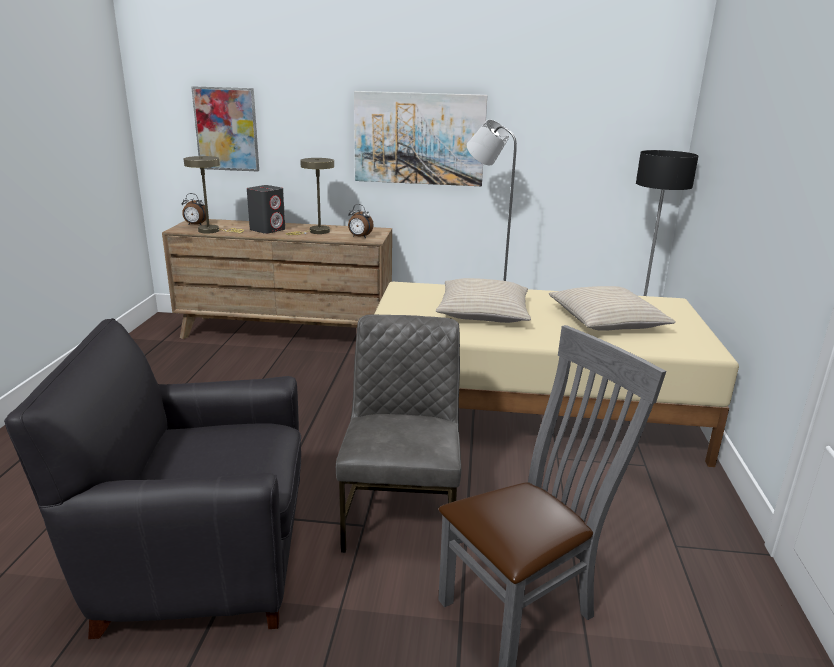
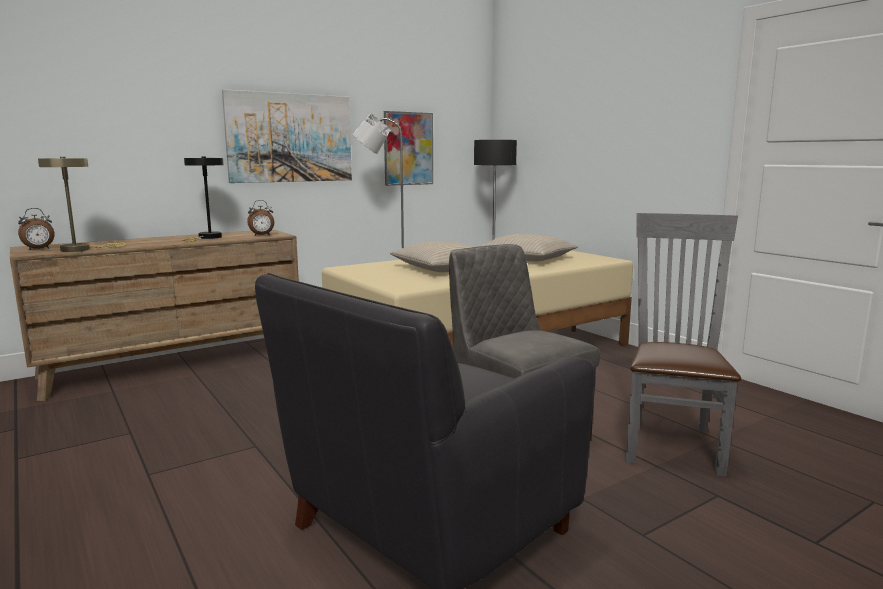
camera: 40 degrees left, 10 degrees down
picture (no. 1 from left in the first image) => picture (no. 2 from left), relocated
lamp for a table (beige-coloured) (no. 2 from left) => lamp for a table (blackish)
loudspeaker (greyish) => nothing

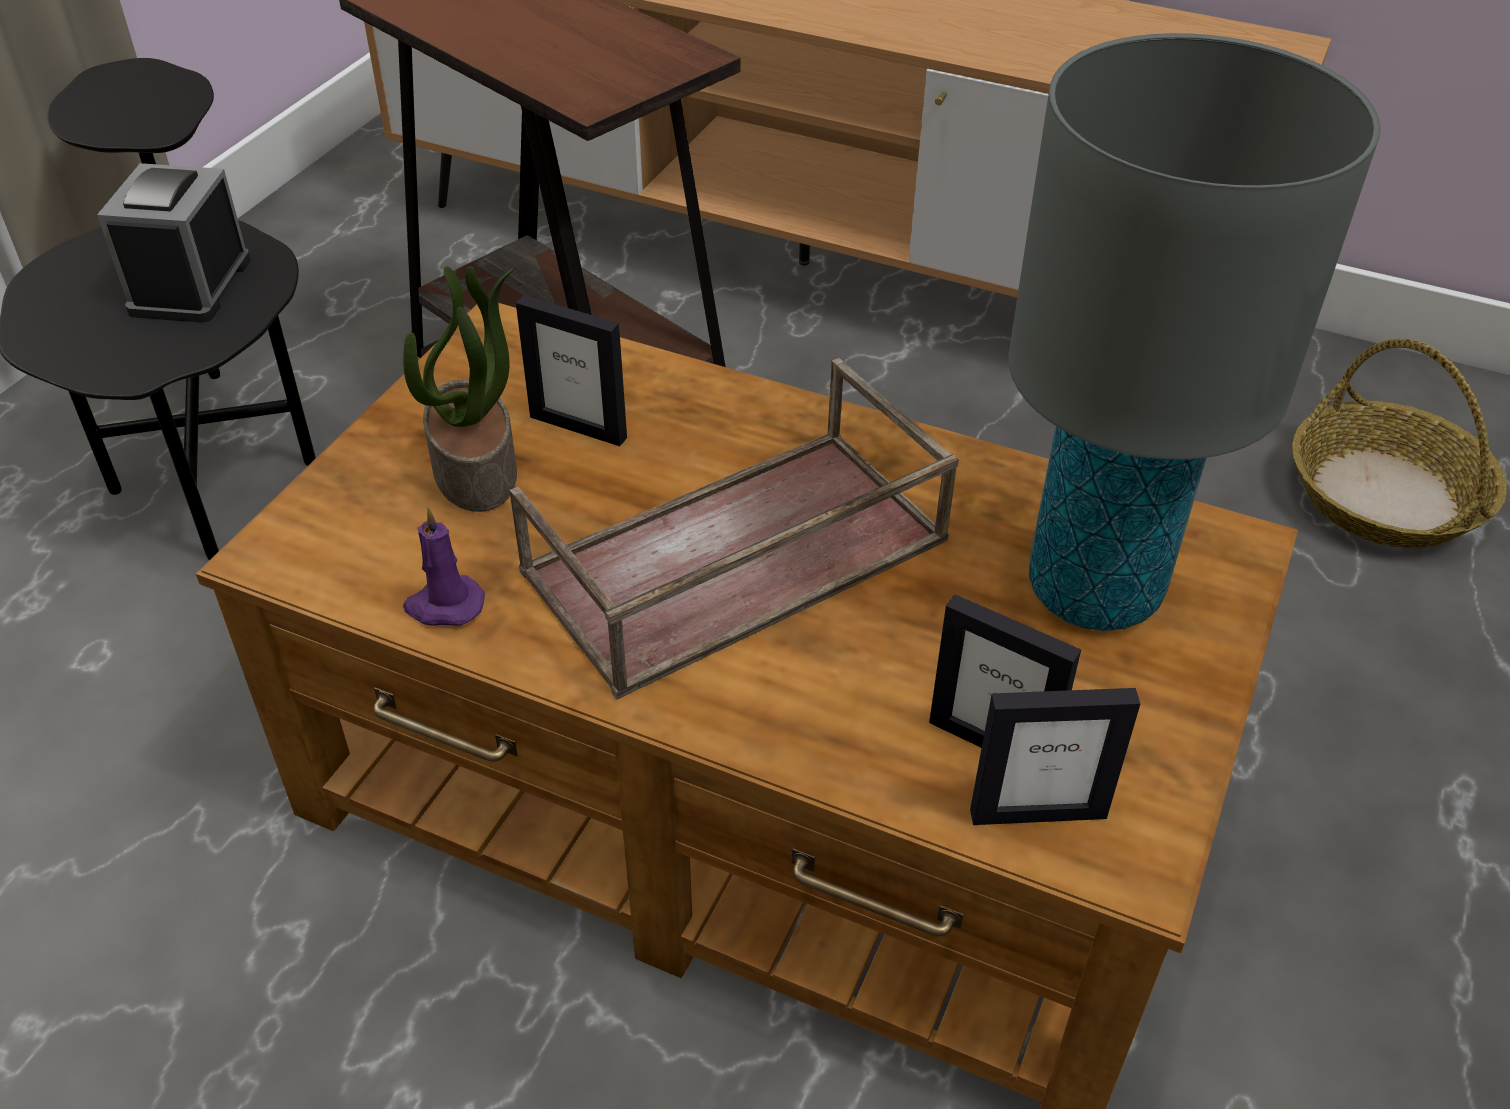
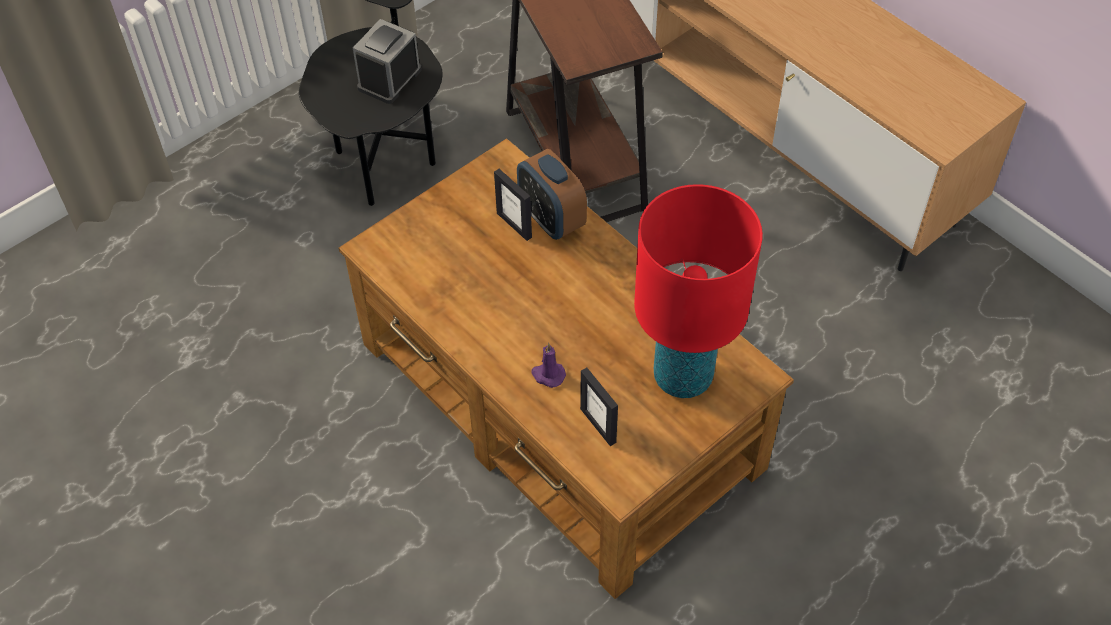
camera: 25 degrees right, 10 degrees up
lamp for a table (greyish) => lamp for a table (red-coloured)
houseplant => nothing
basket => nothing
tray (brown-coloured) => nothing
candle (purplish), relocated
picture frame (no. 3 from left) => nothing
nothing => bedside clock (no. 2 from left)

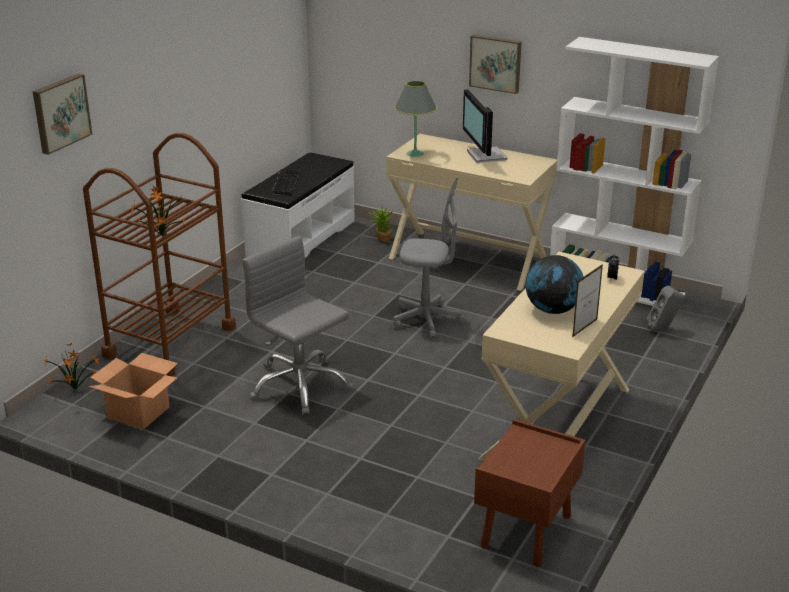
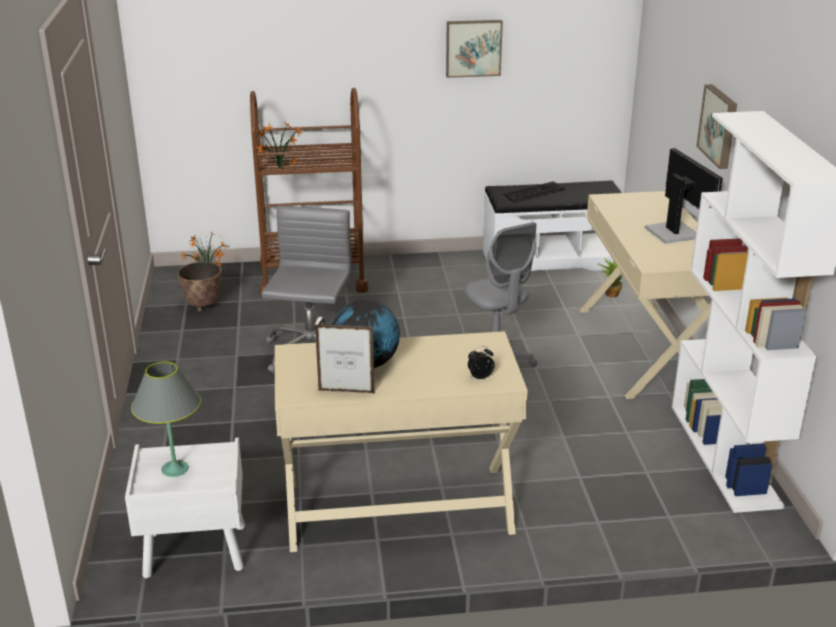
camera: 55 degrees right, 0 degrees up
picture (no. 1 from left), relocated
lamp for a table (greyish), relocated
computer screen, 120 degrees clockwise
loudspeaker (greyish) => nothing
packing box => flower pot
nightstand (brown-coloured) => nightstand (white-coloured)

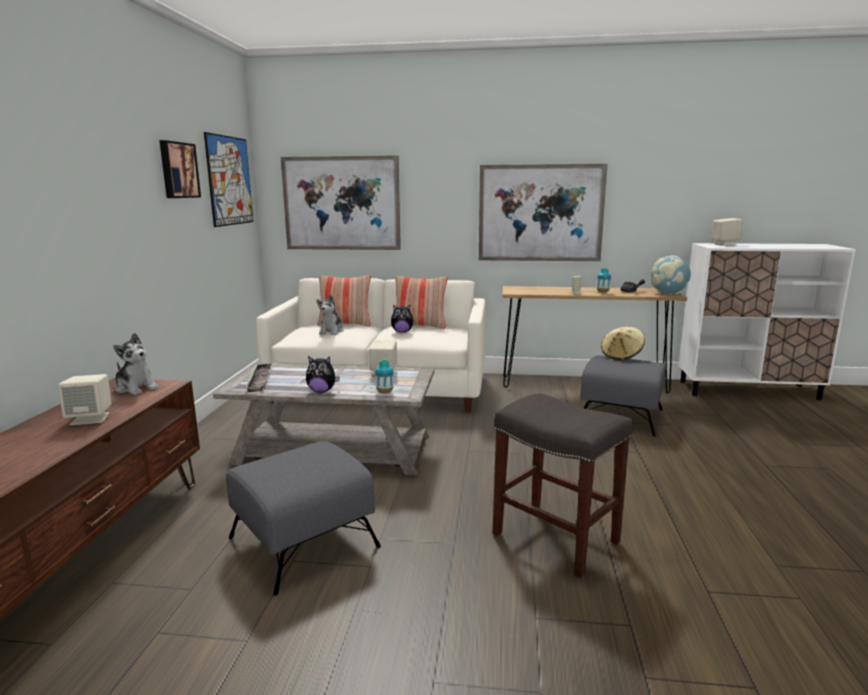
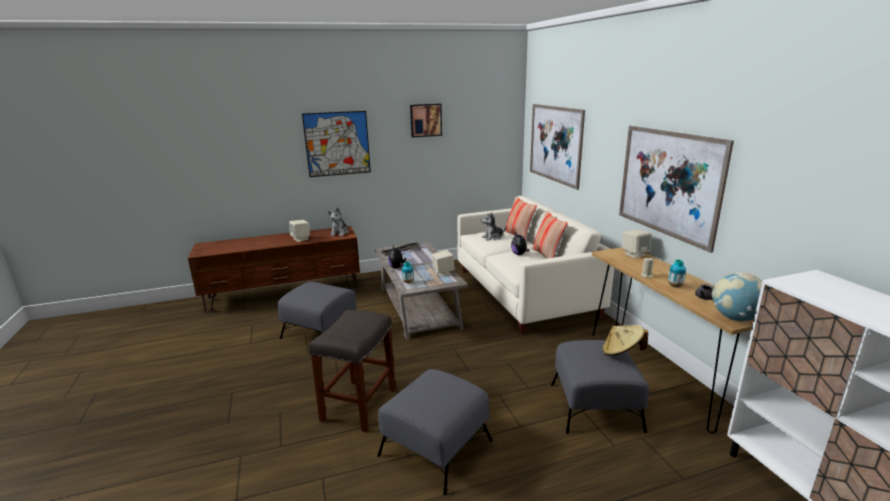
camera: 65 degrees right, 5 degrees up
picture (no. 2 from left in the first image) => picture (no. 1 from left), relocated
loudspeaker (beige-coloured) (no. 3 from left), relocated
nothing => ottoman (greyish) (no. 2 from left)

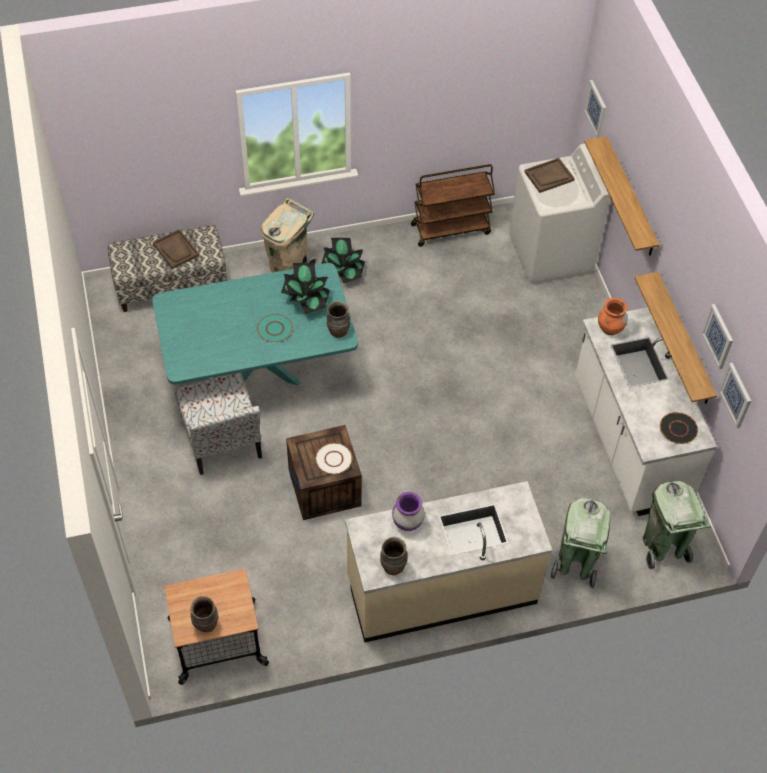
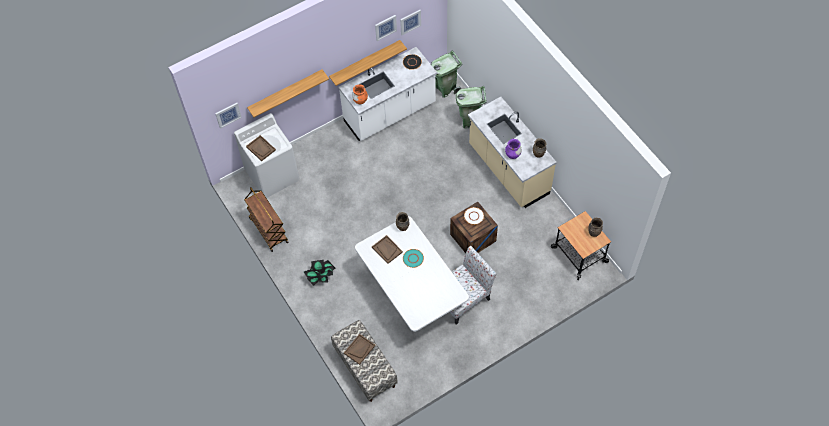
camera: 105 degrees left, 5 degrees up
trash can (beige-coloured) => nothing
dining table (turquoise-coloured) => dining table (white-coloured)
houseplant (no. 1 from left) => tray (brown-coloured) (no. 3 from left)

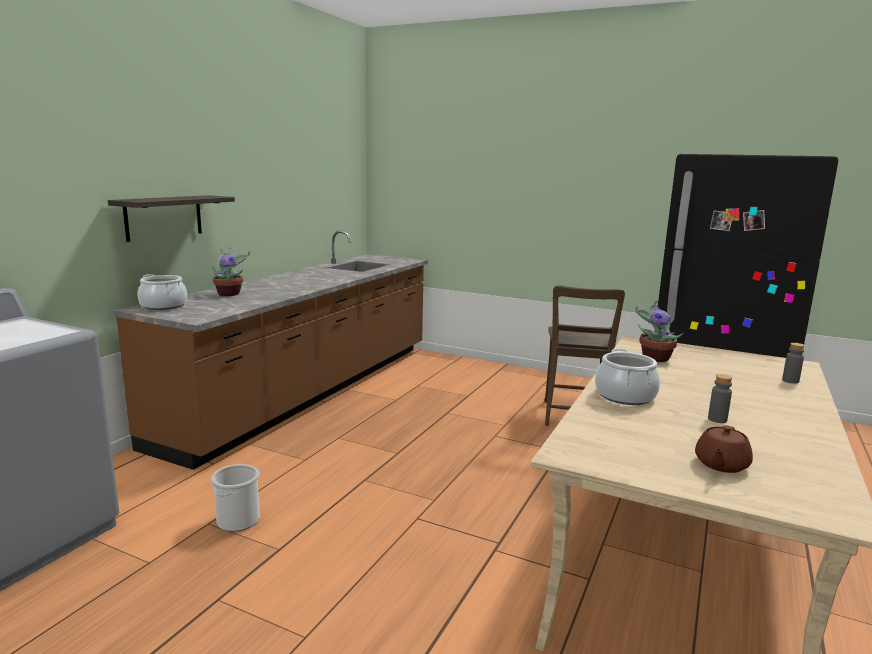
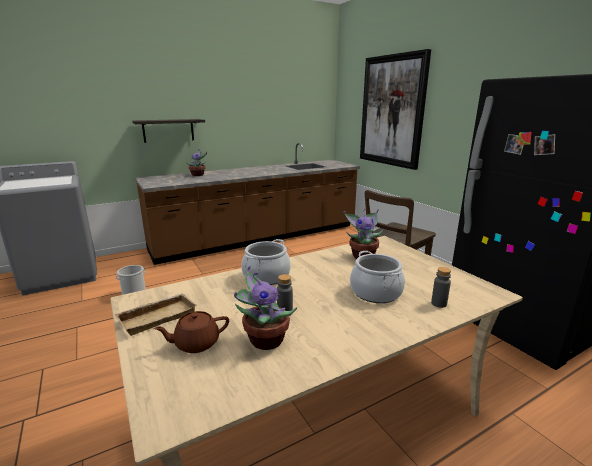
camera: 35 degrees right, 5 degrees up
stockpot (no. 1 from left in the first image) => stockpot (no. 2 from left), relocated
nothing => picture
nothing => houseplant (no. 2 from left)
nothing => tray (beige-coloured)

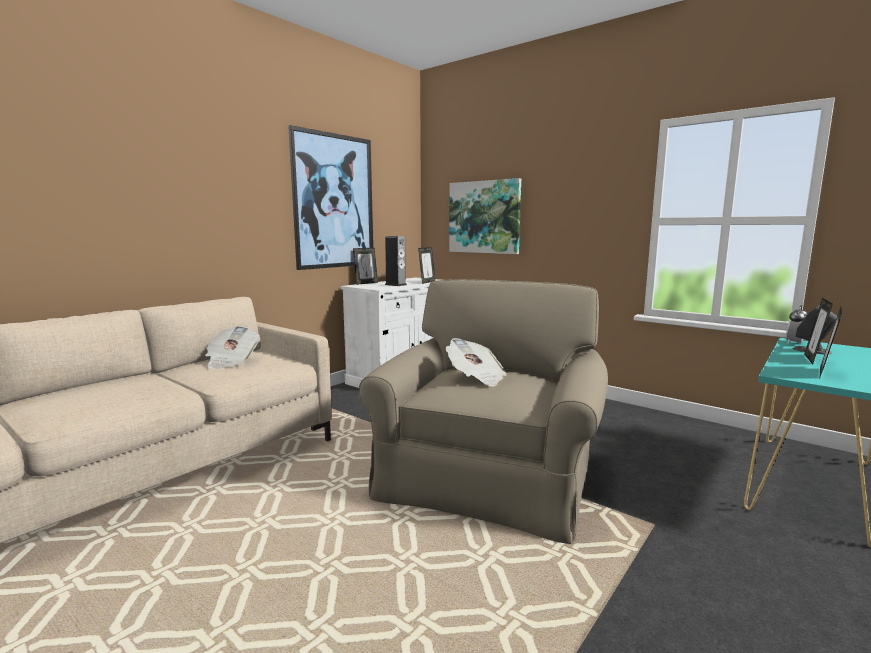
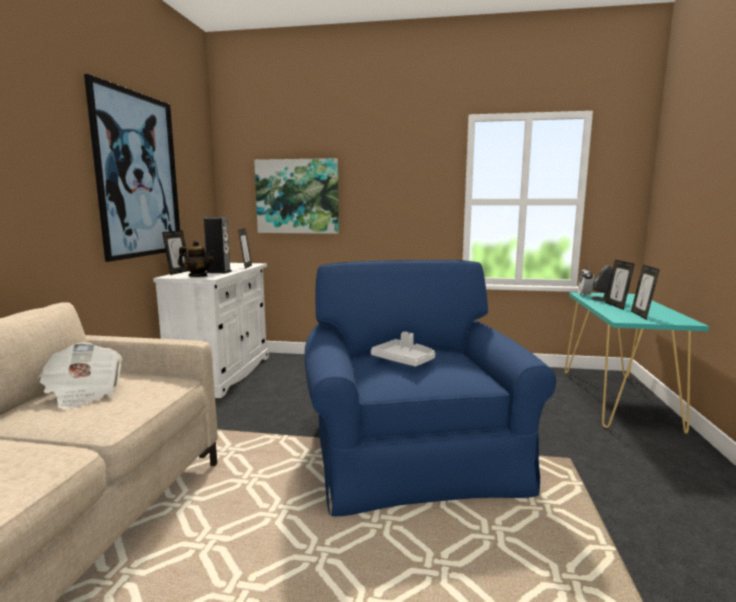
camera: 30 degrees left, 0 degrees up
armchair (beige-coloured) => armchair (blue)
printed paper (no. 2 from left) => tray (white-coloured)
nothing => pot for tea

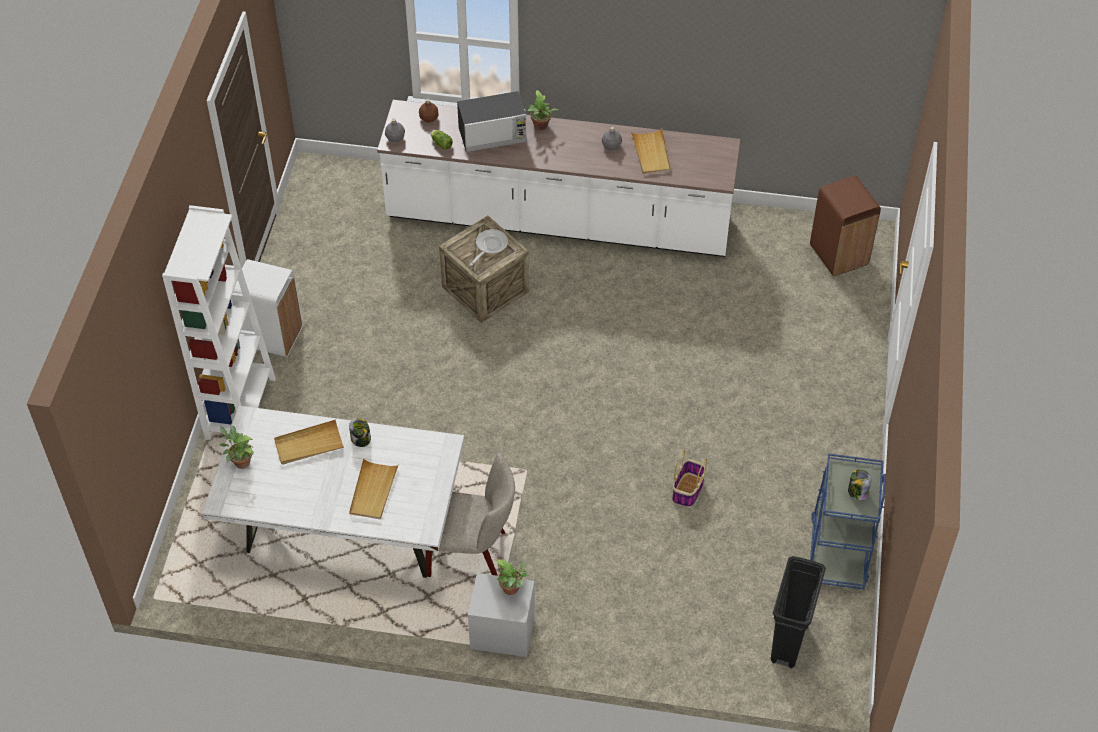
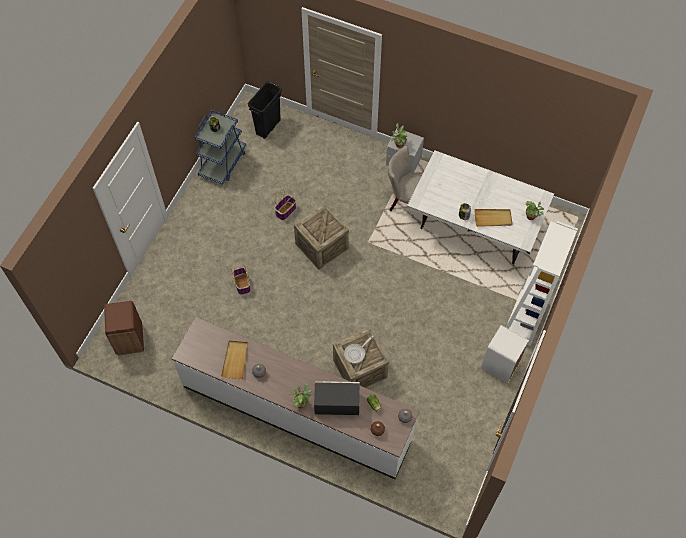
camera: 165 degrees left, 10 degrees up
tray (beige-coloured) (no. 2 from left) => nothing
nothing => packing crate (no. 1 from left)
nothing => basket (no. 1 from left)

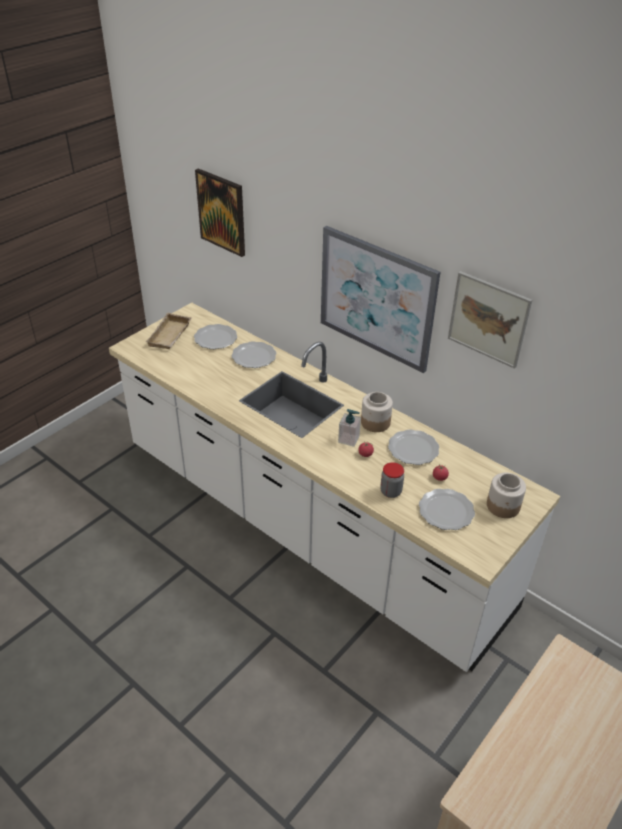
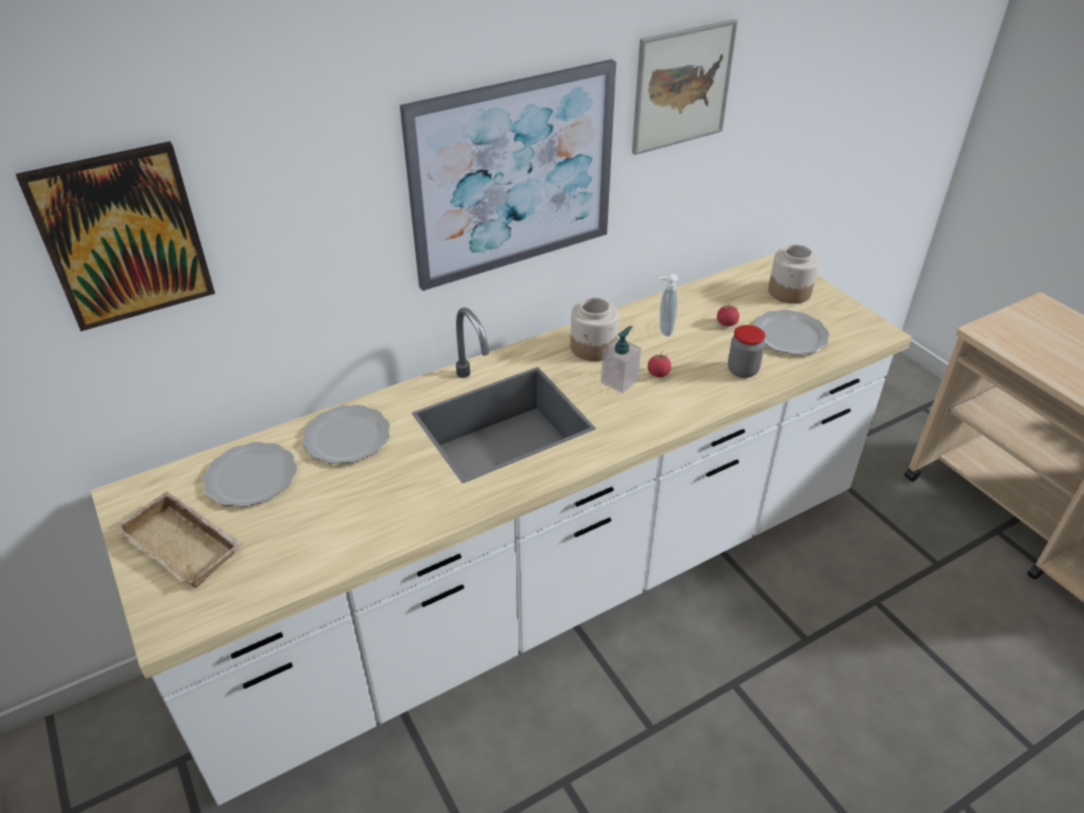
camera: 70 degrees left, 0 degrees up
plate (no. 3 from left) => soap bottle (no. 2 from left)

